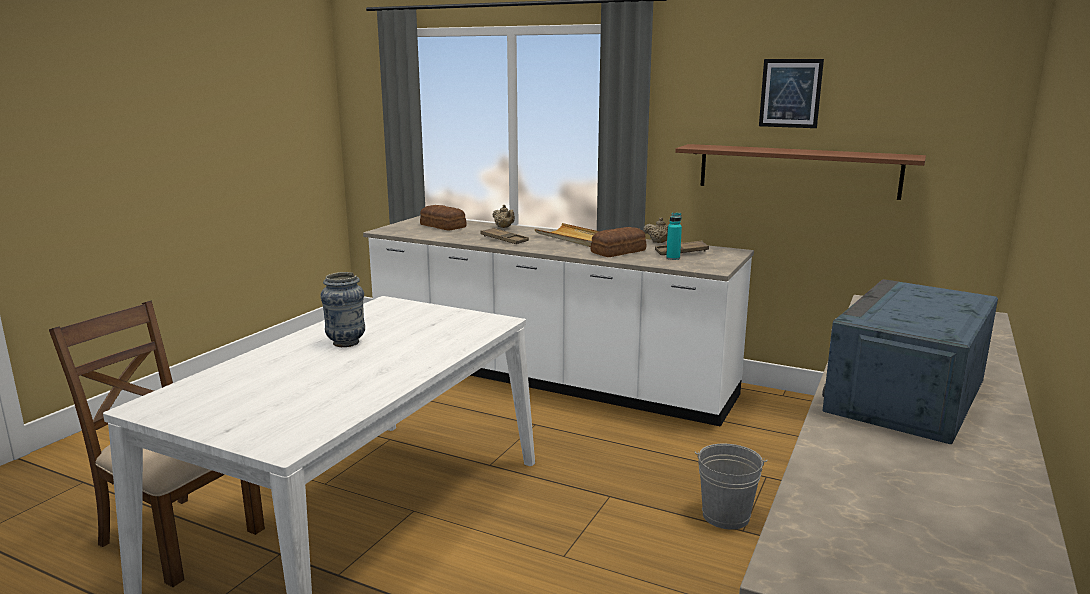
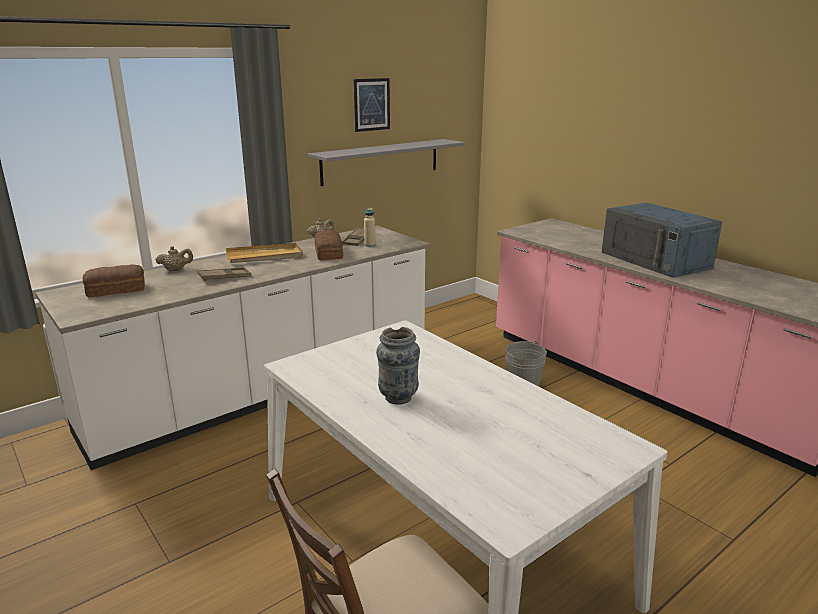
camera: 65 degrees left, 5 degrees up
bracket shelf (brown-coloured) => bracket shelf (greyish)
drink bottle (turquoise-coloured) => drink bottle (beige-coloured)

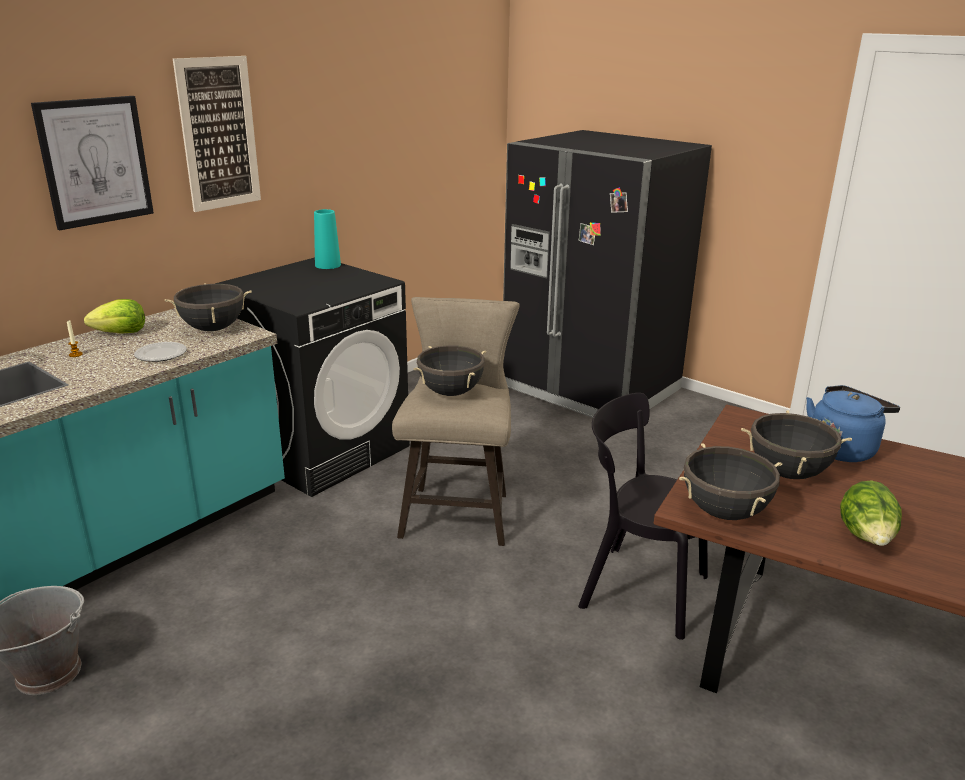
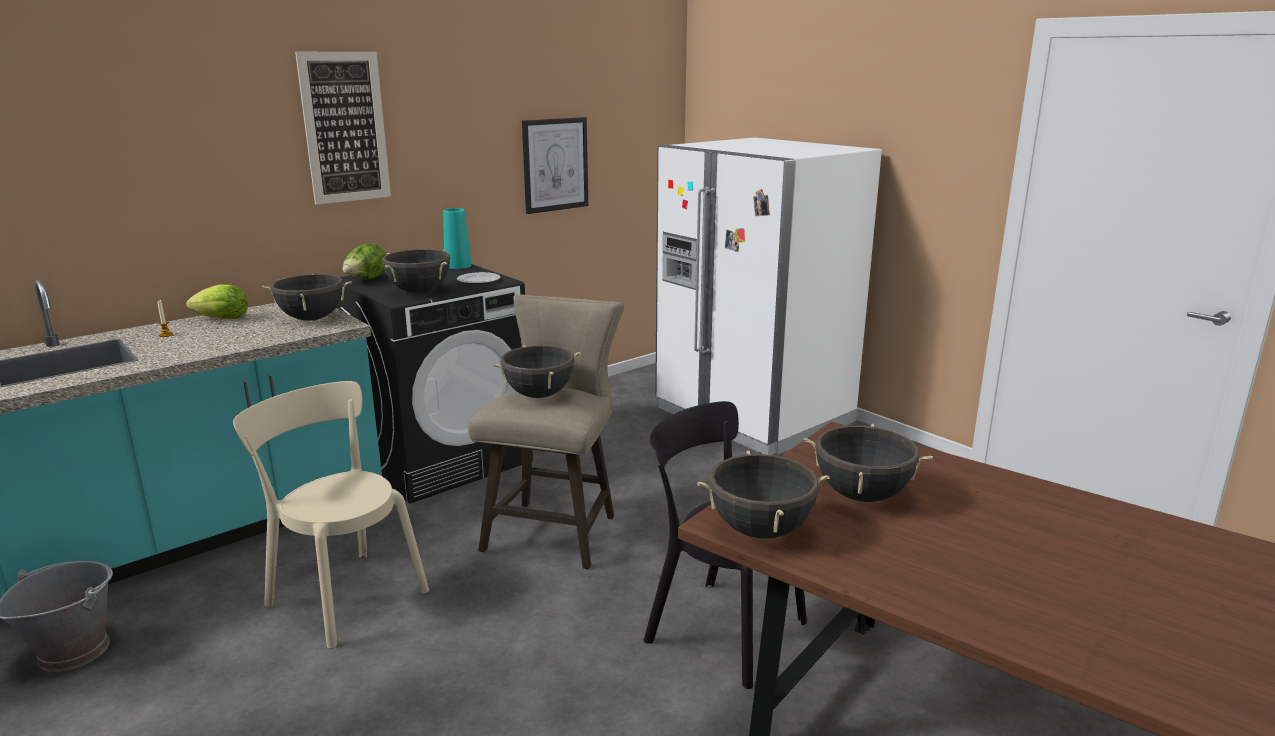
camera: 10 degrees right, 5 degrees down
picture (no. 1 from left in the first image) => picture (no. 2 from left), relocated
refrigerator (blackish) => refrigerator (white-coloured)
plate, relocated
kettle (blue) => nothing
lettuce (no. 2 from left), relocated
nothing => stockpot (blackish) (no. 2 from left)
nothing => chair (beige-coloured)

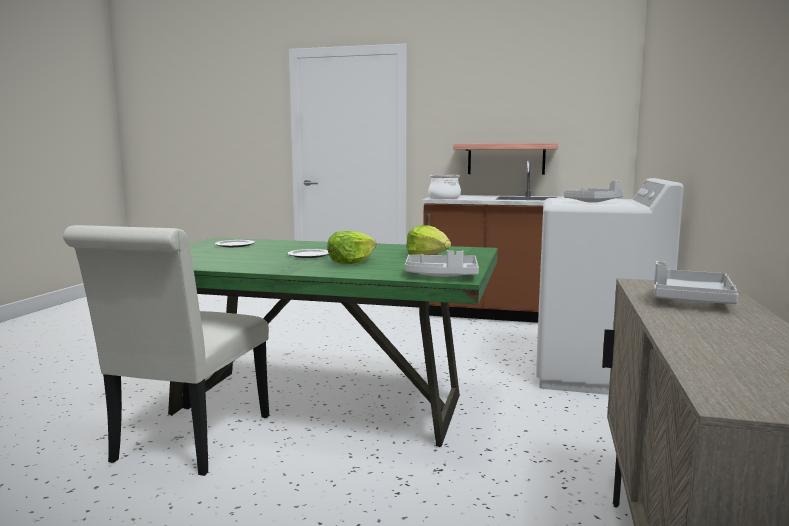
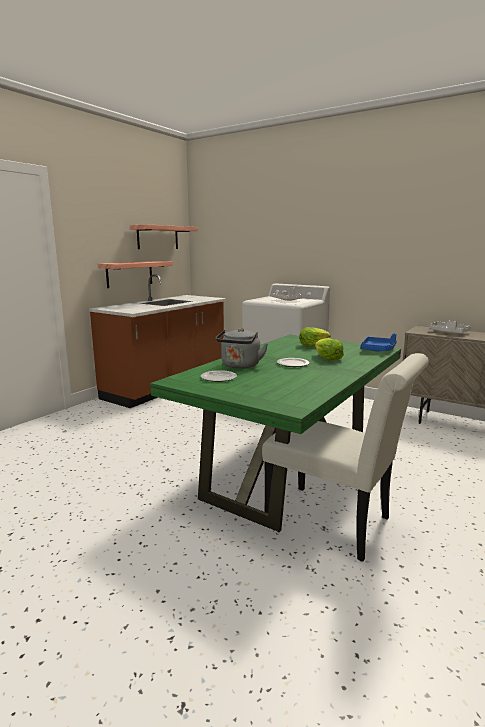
camera: 70 degrees left, 5 degrees up
stockpot => nothing
tray (greyish) (no. 1 from left) => tray (blue)
nothing => bracket shelf (no. 2 from left)
nothing => kettle (greyish)

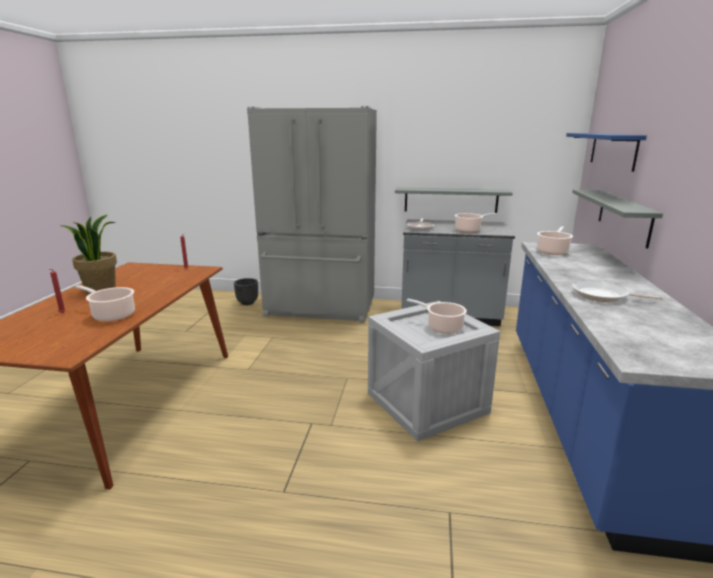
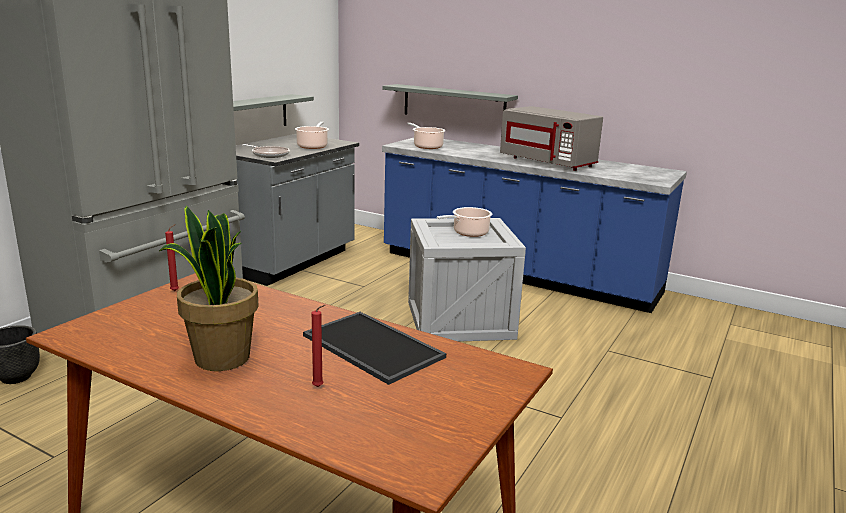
camera: 70 degrees left, 0 degrees up
bracket shelf (blue) => nothing
pan (no. 2 from left) => microwave oven (greyish)
stockpot (no. 1 from left) => tray

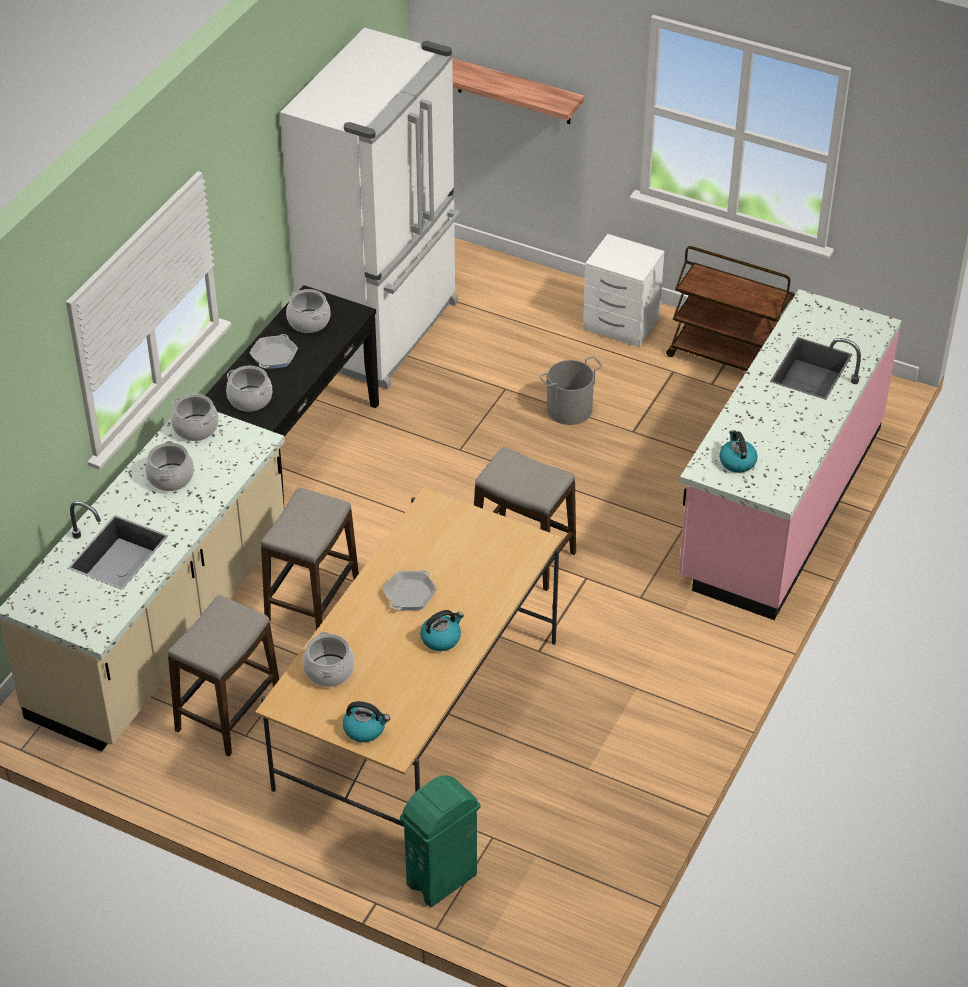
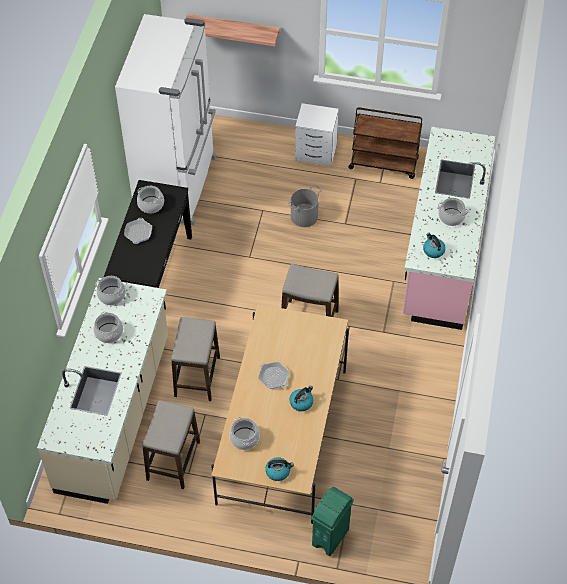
camera: 15 degrees left, 10 degrees up
stockpot (no. 3 from left in the first image) => stockpot (no. 5 from left), relocated
pan (no. 2 from left), 120 degrees clockwise

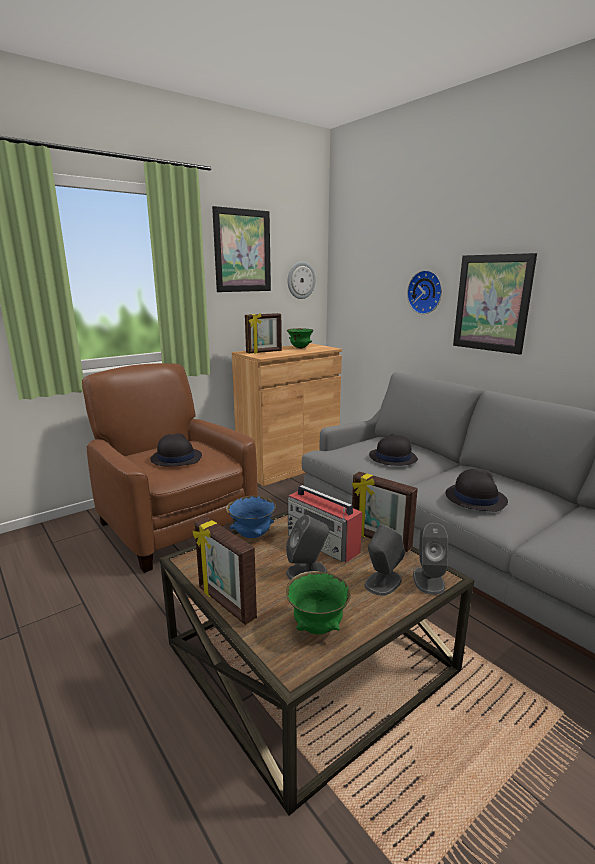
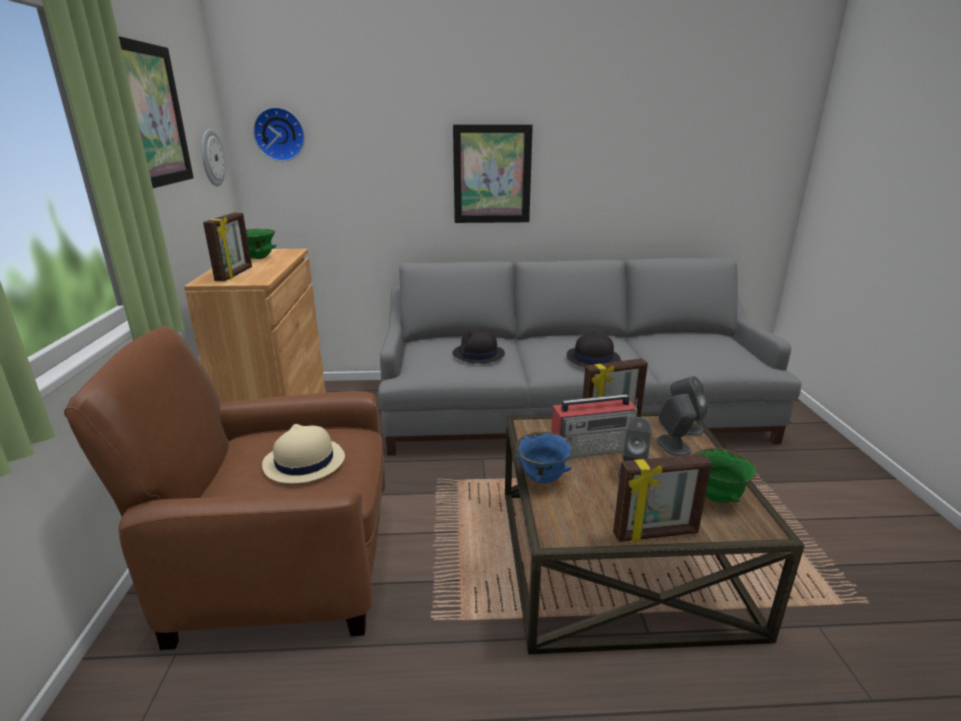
camera: 55 degrees left, 5 degrees up
clock on the wall (no. 2 from left), relocated
clothing hat (blackish) (no. 1 from left) => clothing hat (beige-coloured)

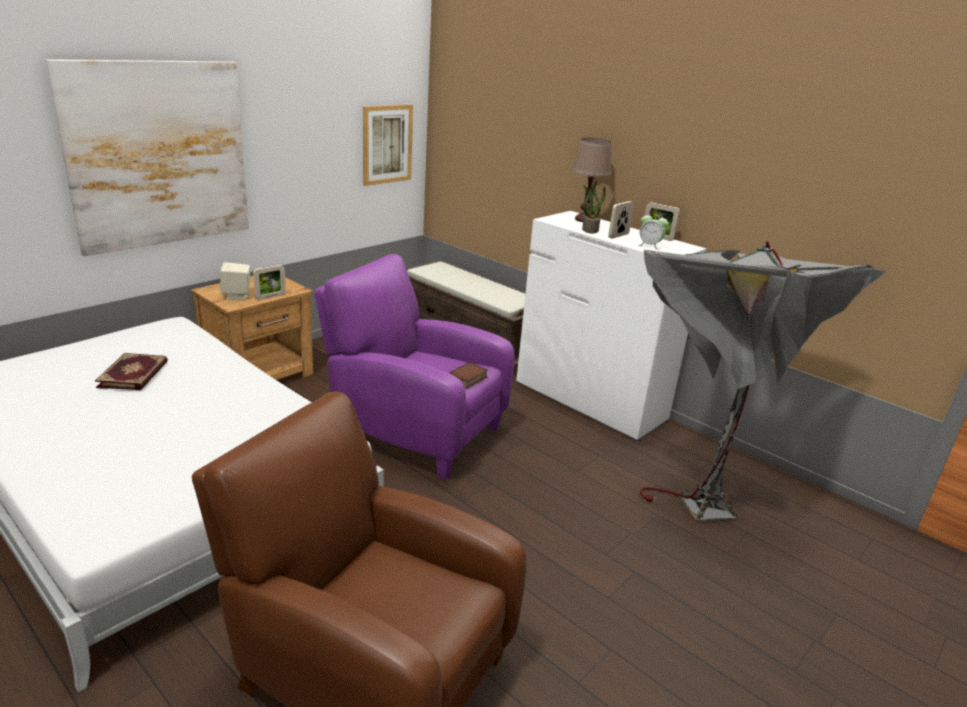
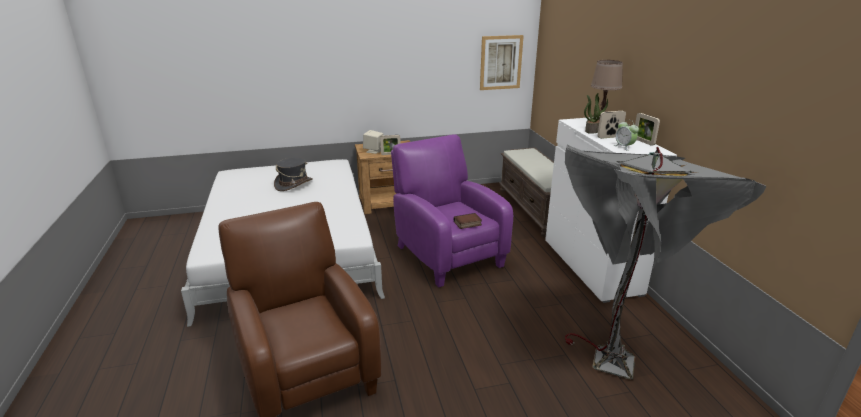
camera: 35 degrees right, 0 degrees up
picture (no. 1 from left) => nothing
bound book (no. 1 from left) => clothing hat (greyish)

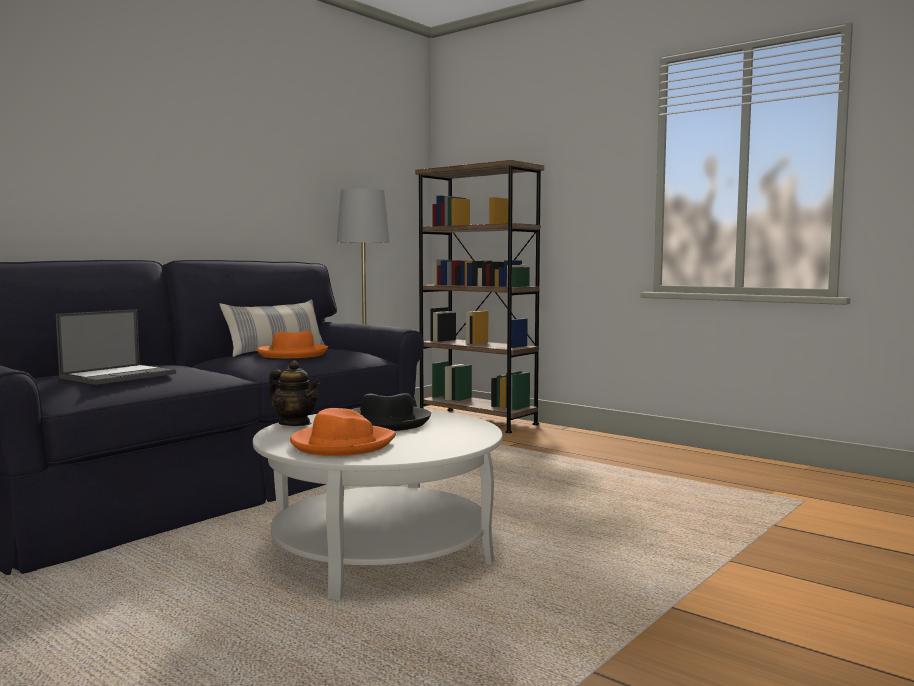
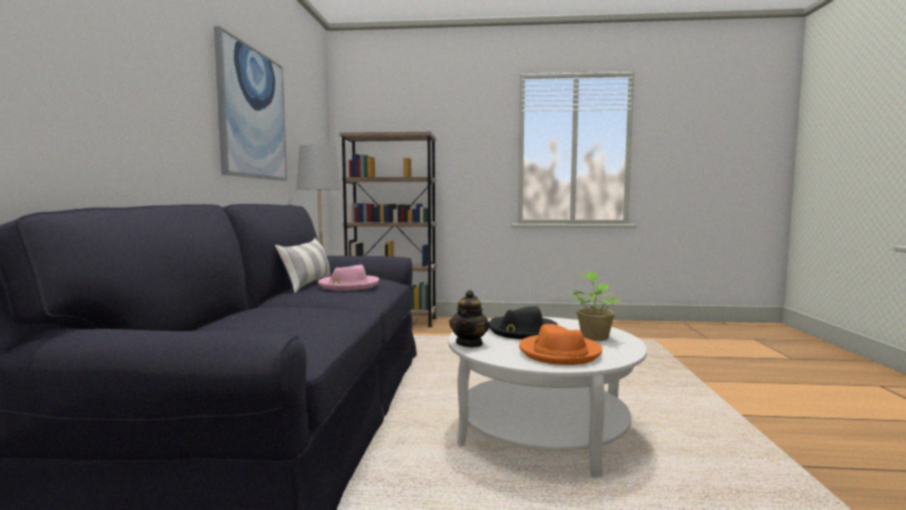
camera: 35 degrees left, 0 degrees up
notebook computer => nothing
clothing hat (orangey) (no. 1 from left) => clothing hat (pink-coloured)
pot for tea, 105 degrees clockwise
nothing => picture
nothing => houseplant

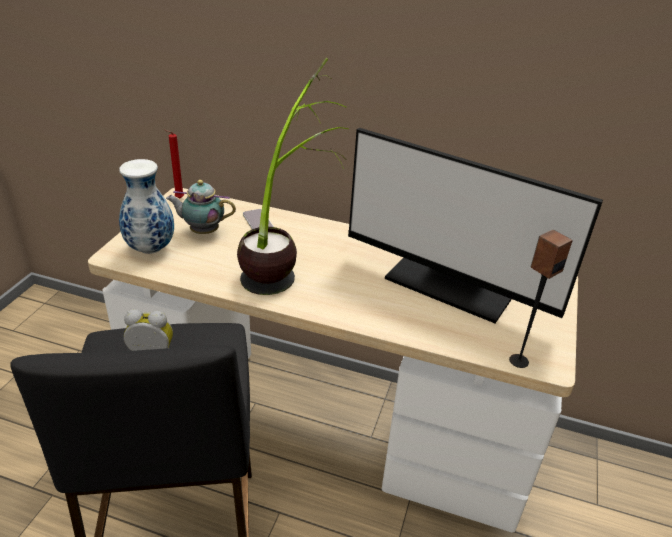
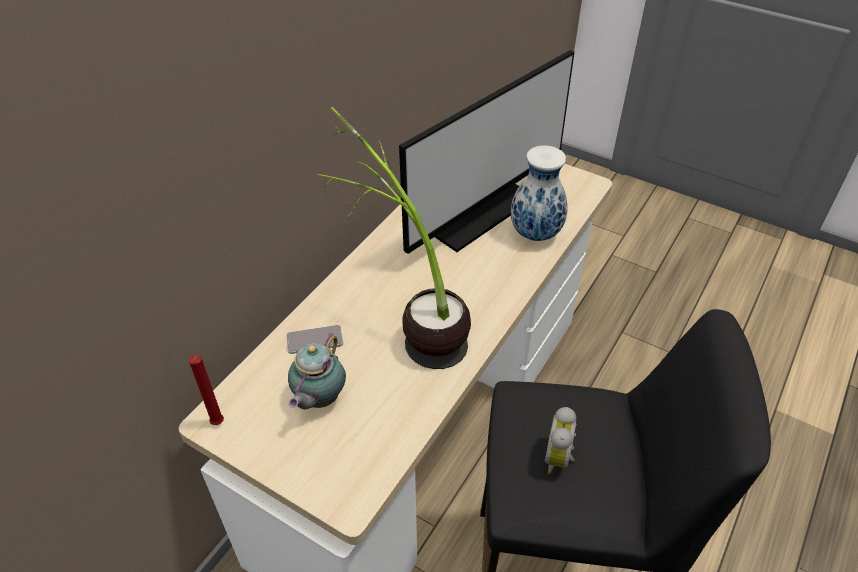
camera: 75 degrees left, 10 degrees up
vase, relocated
loudspeaker => nothing

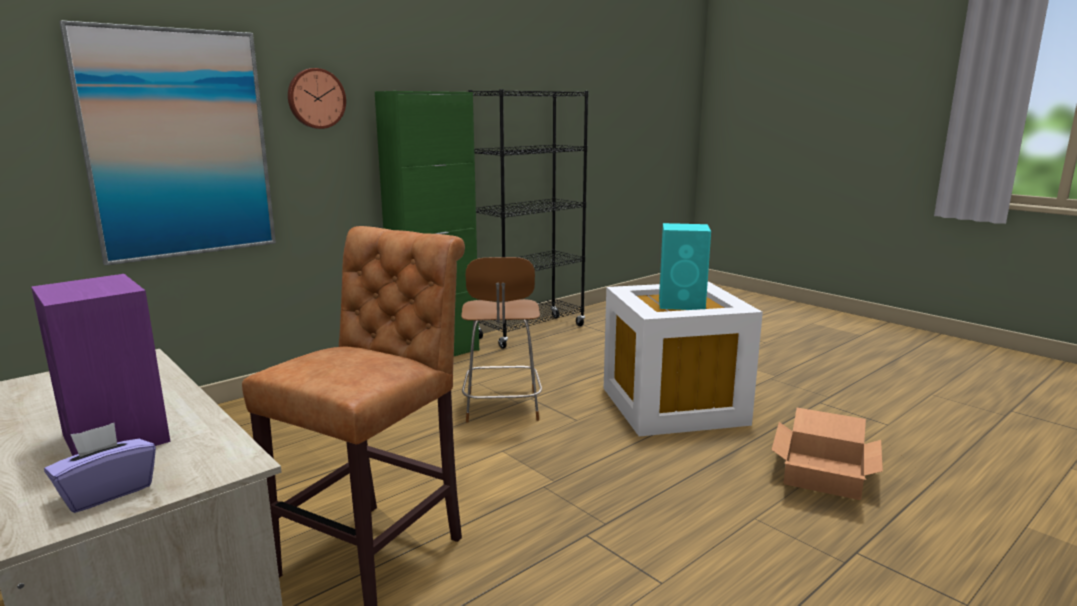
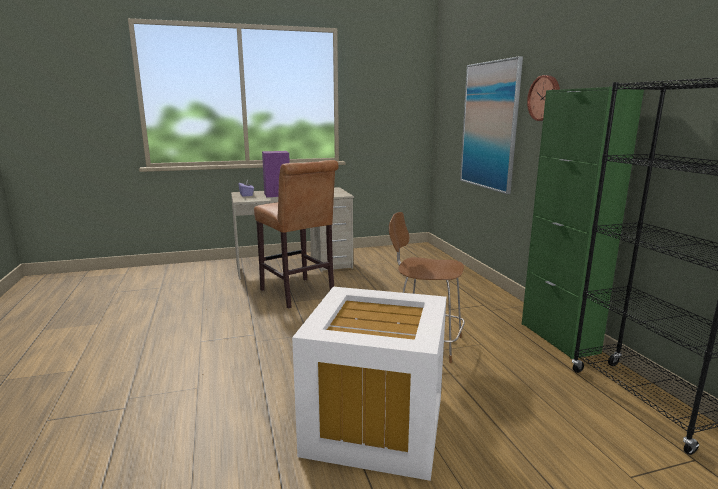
camera: 115 degrees right, 0 degrees up
loudspeaker (turquoise-coloured) => nothing
packing box => nothing

